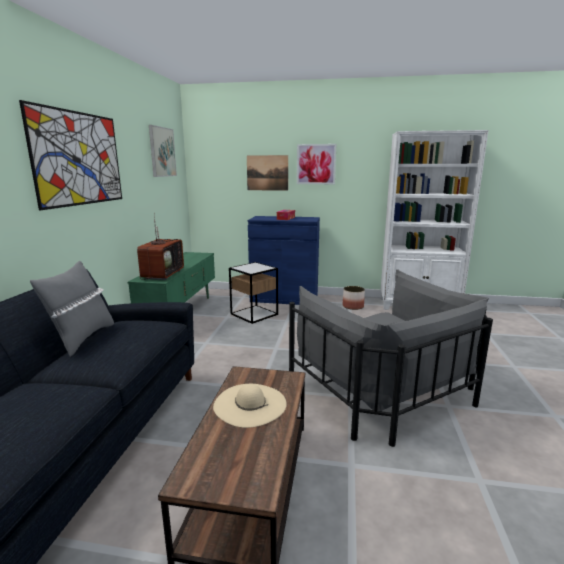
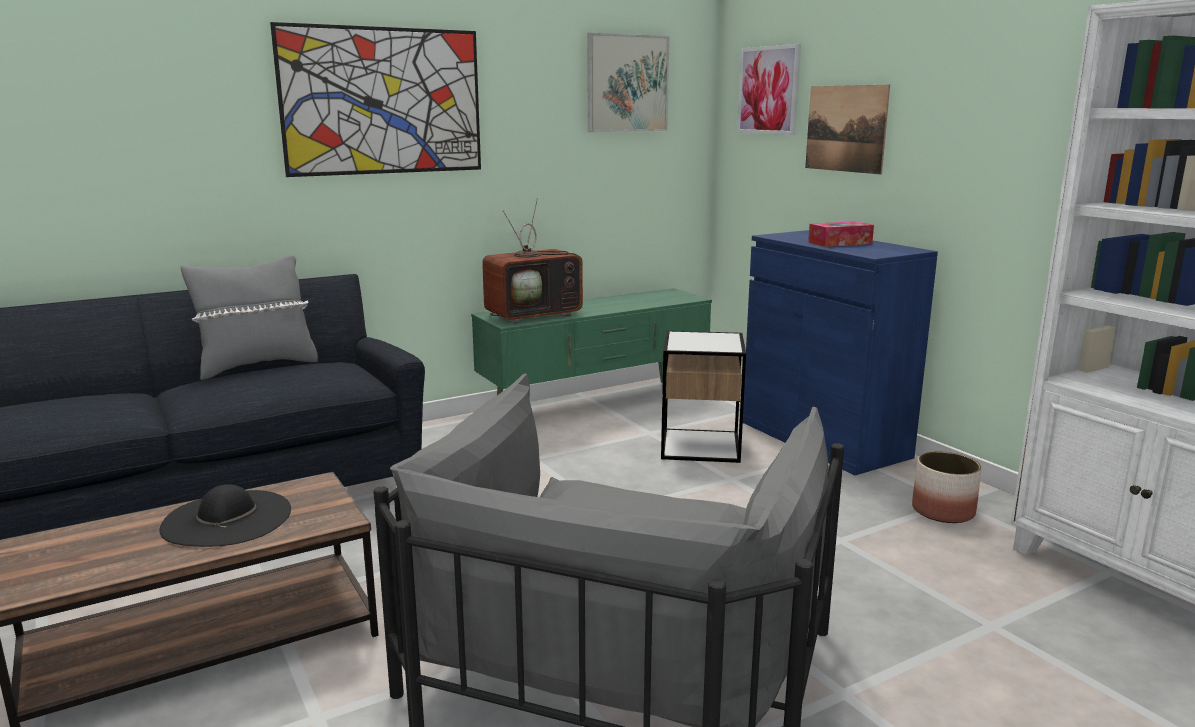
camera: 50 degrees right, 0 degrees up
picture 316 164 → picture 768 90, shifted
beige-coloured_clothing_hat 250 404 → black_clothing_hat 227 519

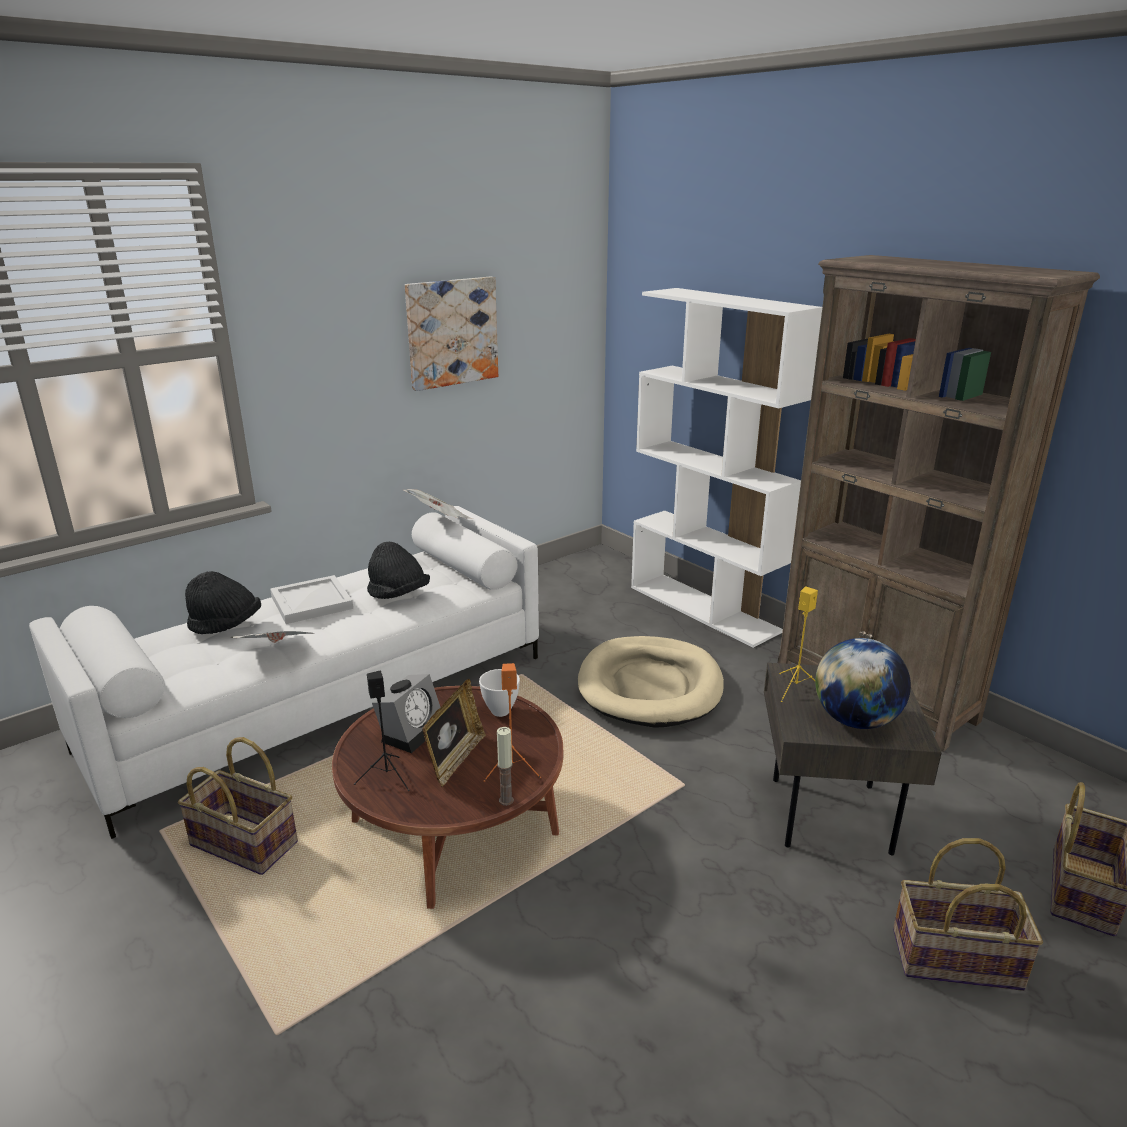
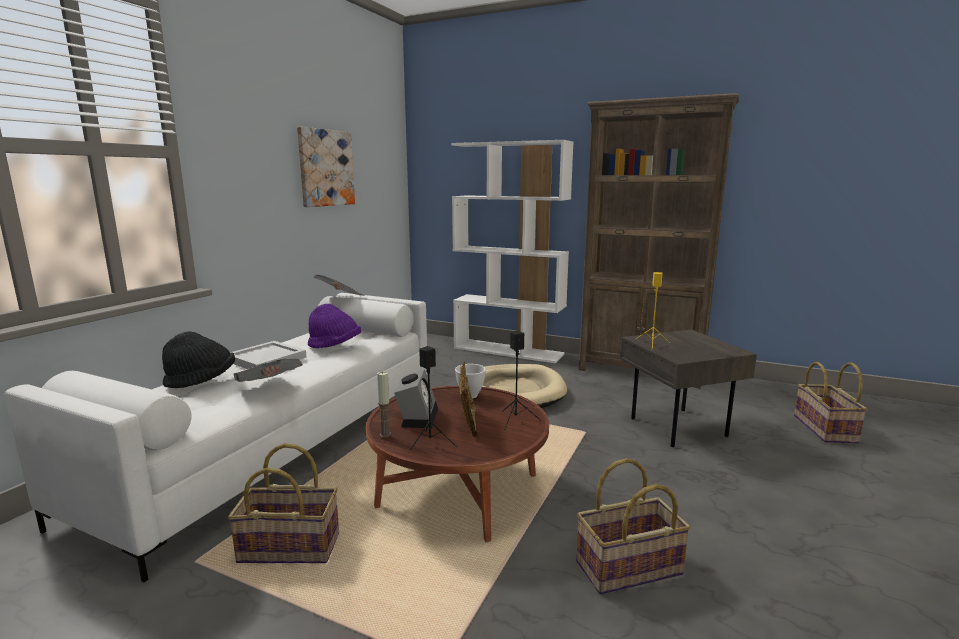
camera: 25 degrees left, 10 degrees down
black_clothing_hat 398 595 → purple-coloured_clothing_hat 335 346
world_globe 855 720 → -
orangey_speaker 512 769 → black_speaker 516 419
wax_light 506 800 → wax_light 385 434, shifted
basket 956 960 → basket 629 569, shifted

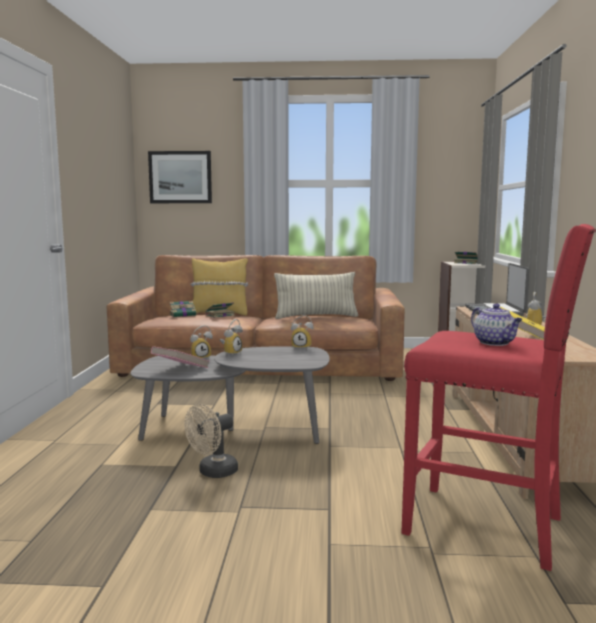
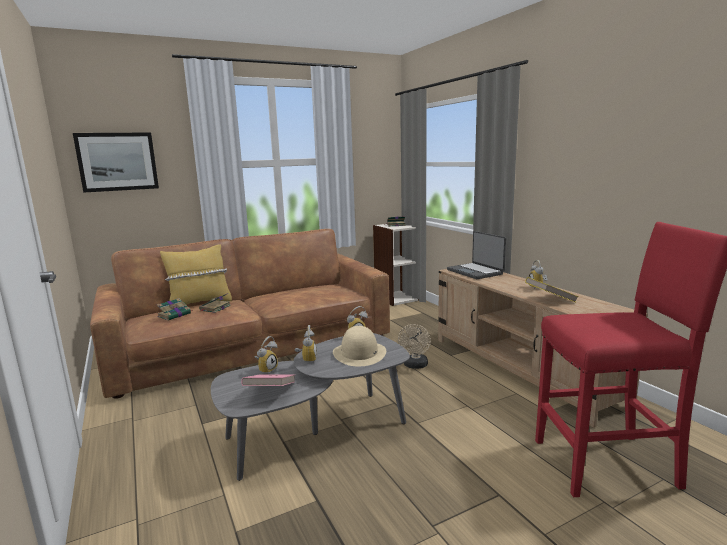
camera: 30 degrees left, 5 degrees up
cushion 316 316 → -
teapot 495 343 → -
beige-coloured_cooling_fan 213 473 → beige-coloured_cooling_fan 415 366, shifted
- → beige-coloured_clothing_hat 359 353

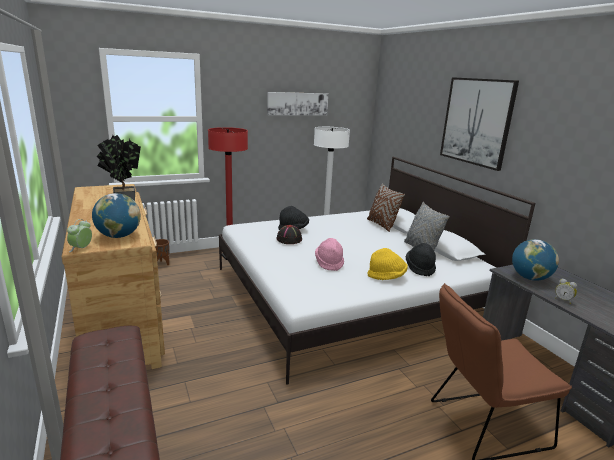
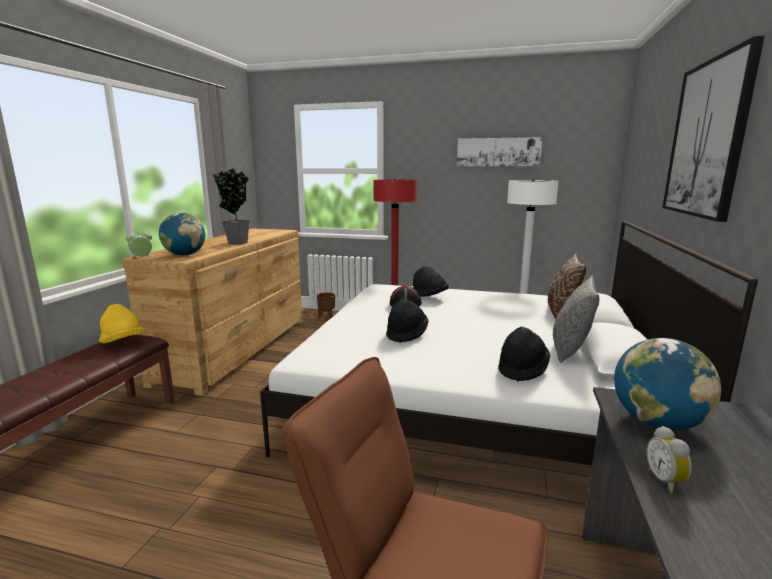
camera: 40 degrees right, 5 degrees down
pinkish_clothing_hat 329 263 → black_clothing_hat 406 334
yellowish_clothing_hat 386 276 → yellowish_clothing_hat 123 342, shifted

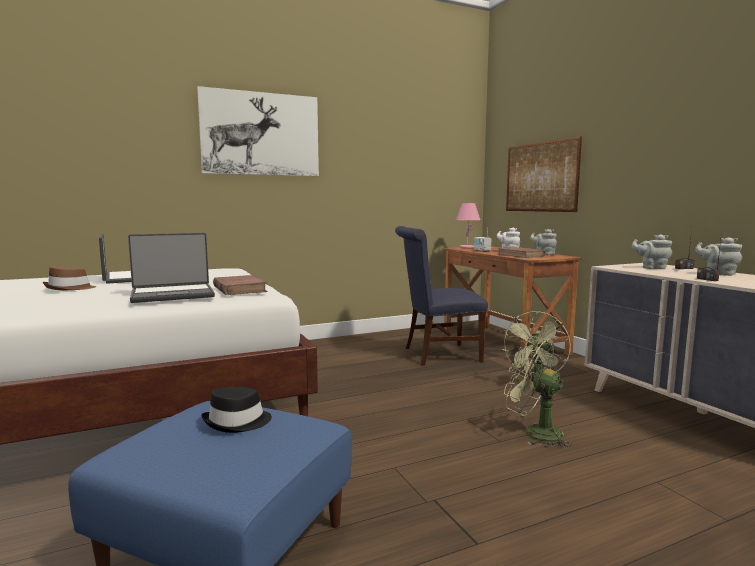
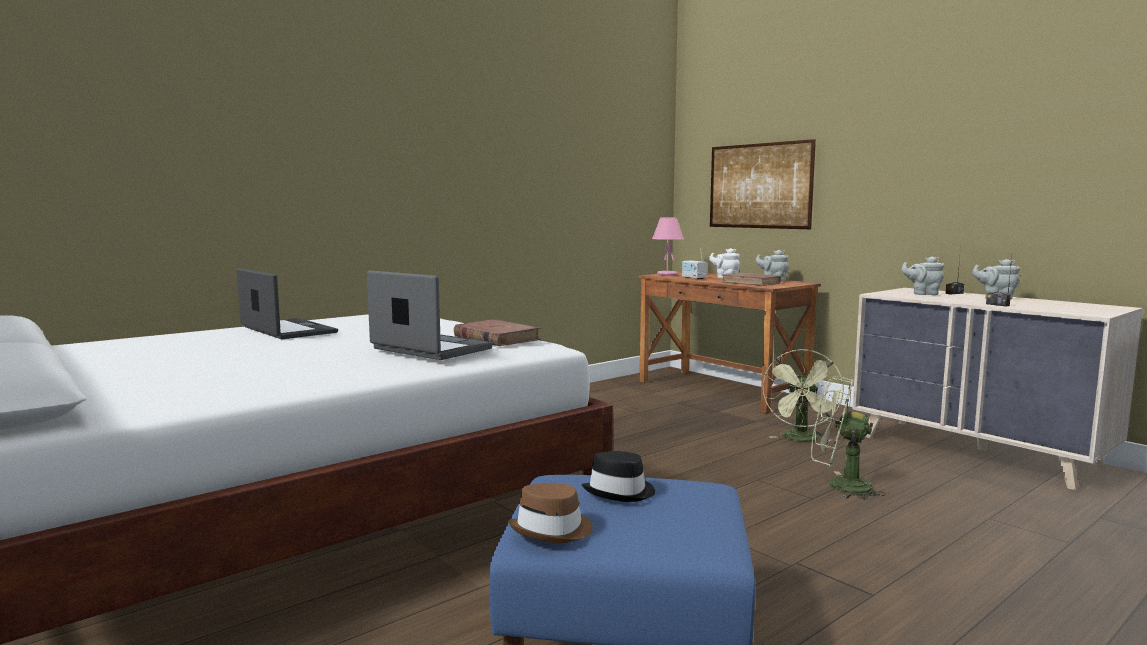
camera: 15 degrees left, 0 degrees up
picture 261 134 → -
blue-coloured_upright_chair 437 355 → -
portable_computer 173 295 → portable_computer 429 349, 105 degrees counterclockwise
brown_clothing_hat 69 288 → brown_clothing_hat 553 530, shifted

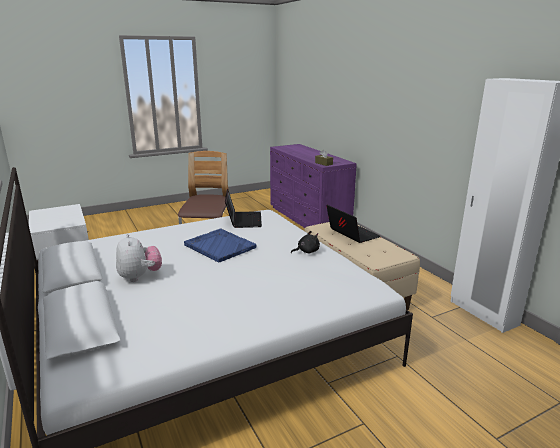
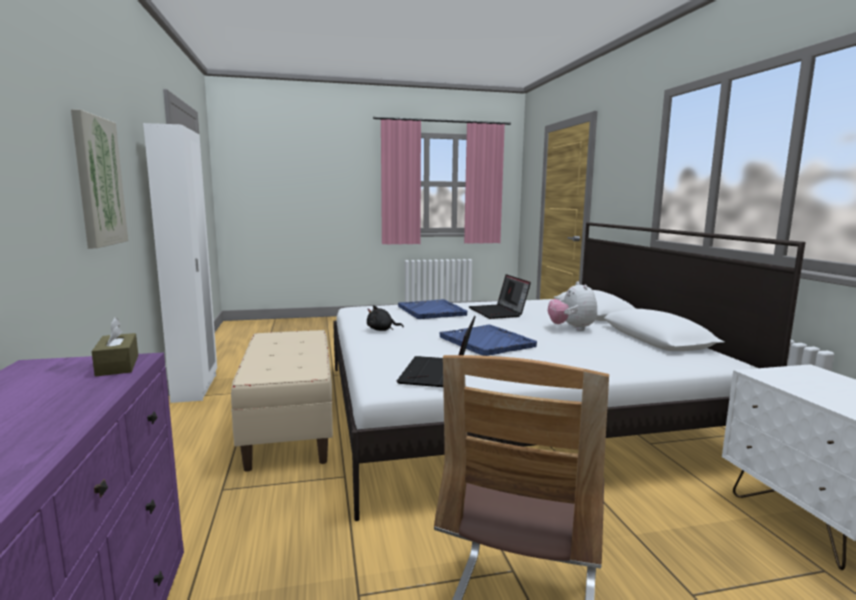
camera: 165 degrees left, 10 degrees down
portable_computer 351 234 → portable_computer 498 312, shifted
- → picture 98 181
- → blue-coloured_tray 431 311

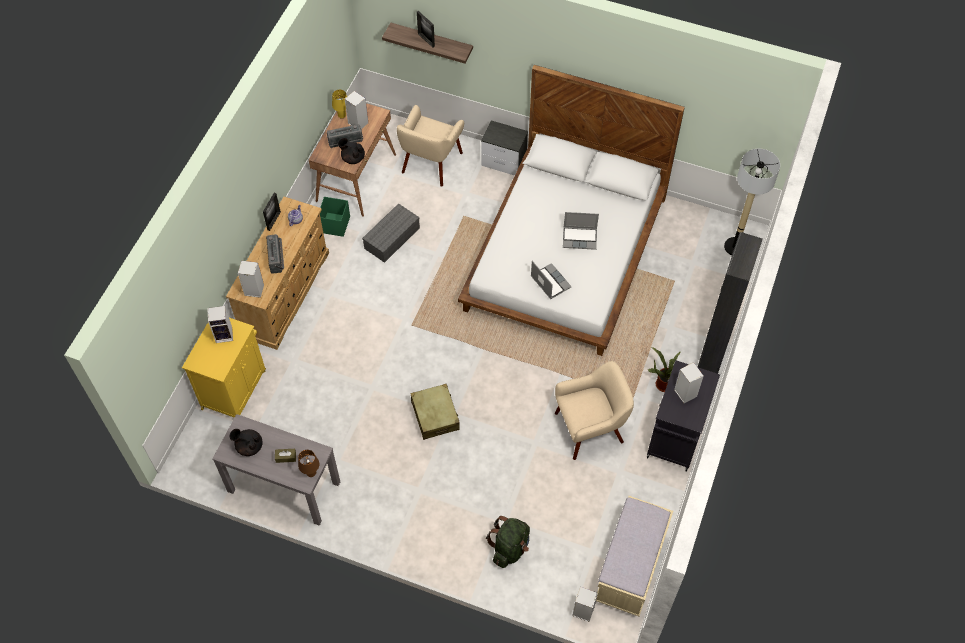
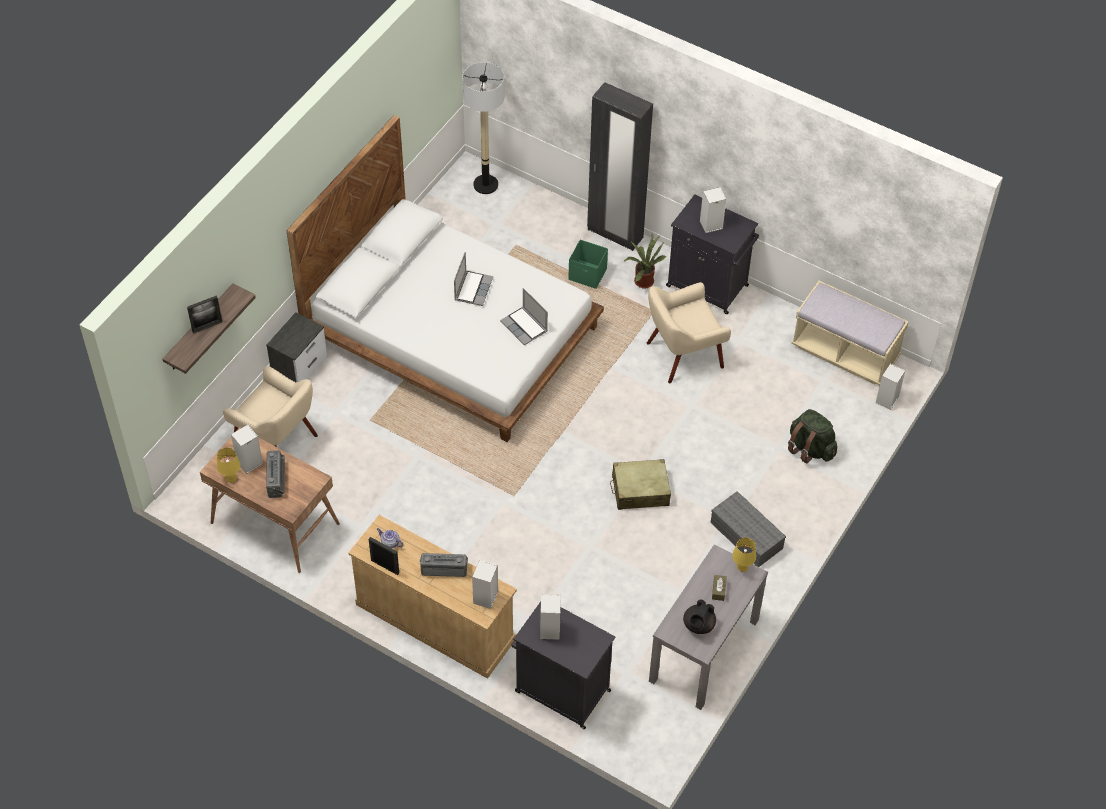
camera: 80 degrees left, 5 degrees down
black_teapot 353 158 → -
green-coloured_storage_box 334 225 → green-coloured_storage_box 588 275, shifted
gray_storage_box 392 239 → gray_storage_box 747 536, shifted
portable_computer 549 282 → portable_computer 525 327, 105 degrees counterclockwise
yellowish_storage_cabinet 234 388 → black_storage_cabinet 560 690
beige-coloured_lounge_chair 590 428 → beige-coloured_lounge_chair 683 354, 105 degrees counterclockwise
brown_lamp_for_a_table 311 473 → yellowish_lamp_for_a_table 742 568

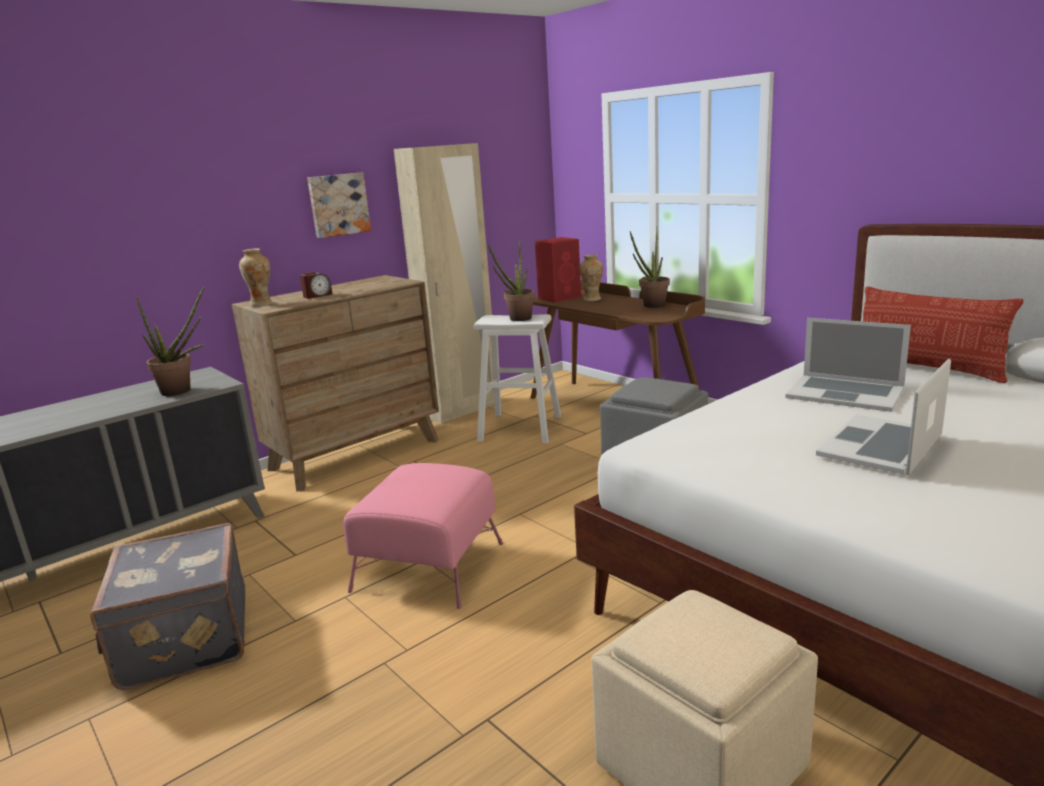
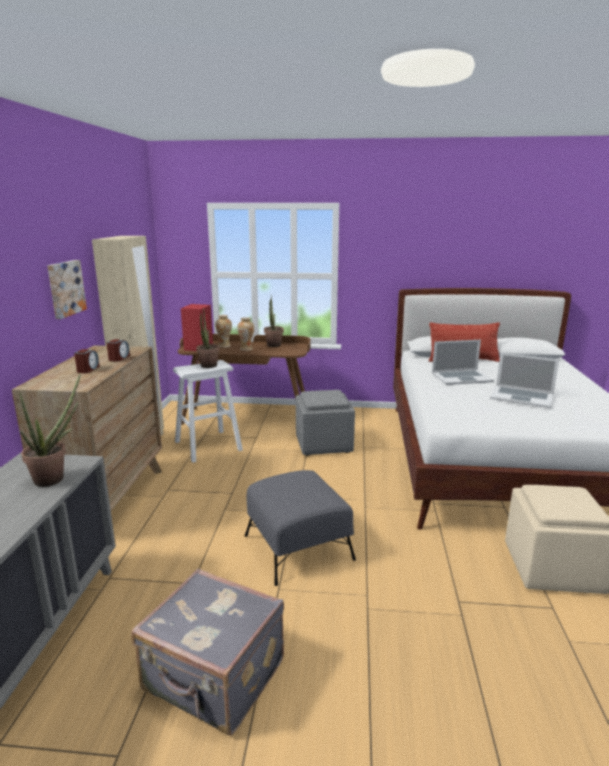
camera: 45 degrees left, 0 degrees up
vase 261 304 → vase 246 349, shifted
portable_computer 881 445 → portable_computer 522 396, 60 degrees counterclockwise
pinkish_pouffe 430 566 → gray_pouffe 298 546
- → alarm_clock 119 358

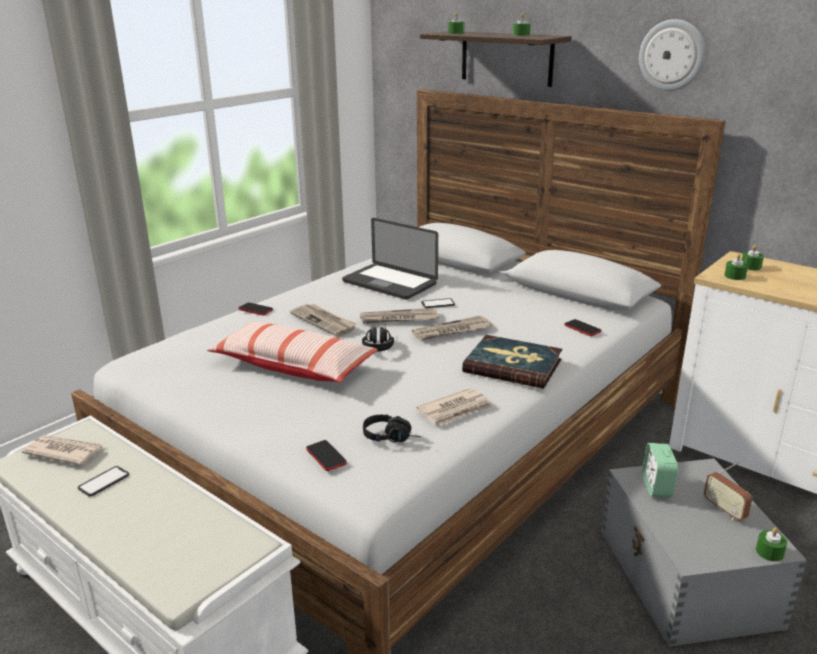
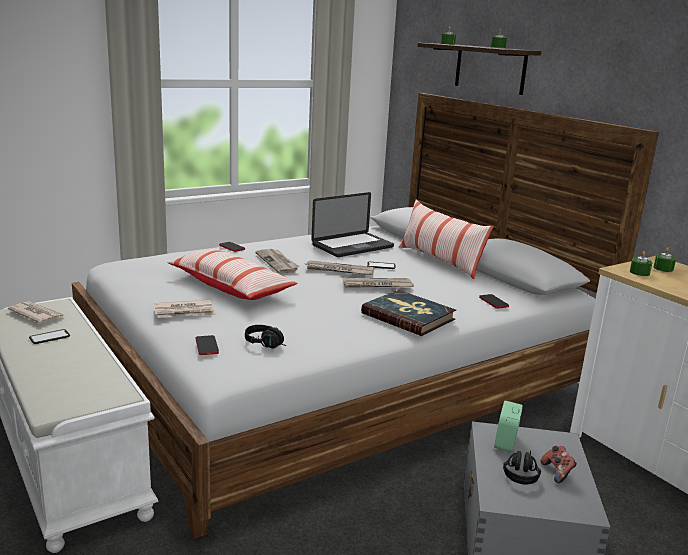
camera: 15 degrees right, 5 degrees down
clock_on_the_wall 672 55 → -
portable_computer 389 283 → portable_computer 352 246, 90 degrees counterclockwise
black_pair_of_headphones 378 344 → black_pair_of_headphones 520 472, shifted
newspaper 456 410 → newspaper 184 312, shifted
radio_set 724 510 → gamepad 557 473
green-coloured_wax_light 769 552 → -
- → cushion 440 261

